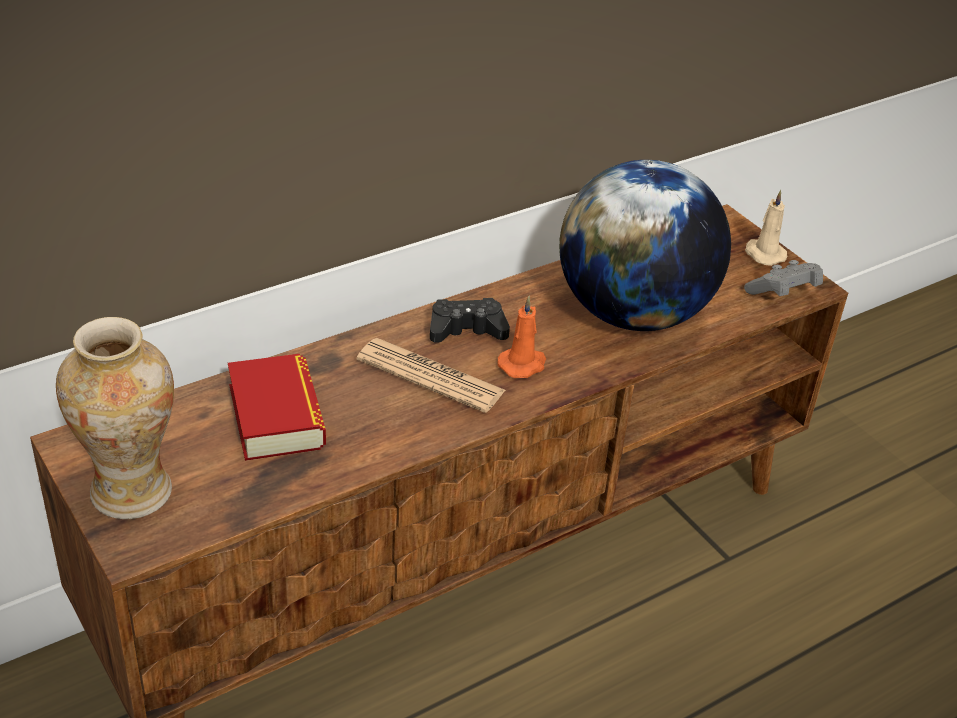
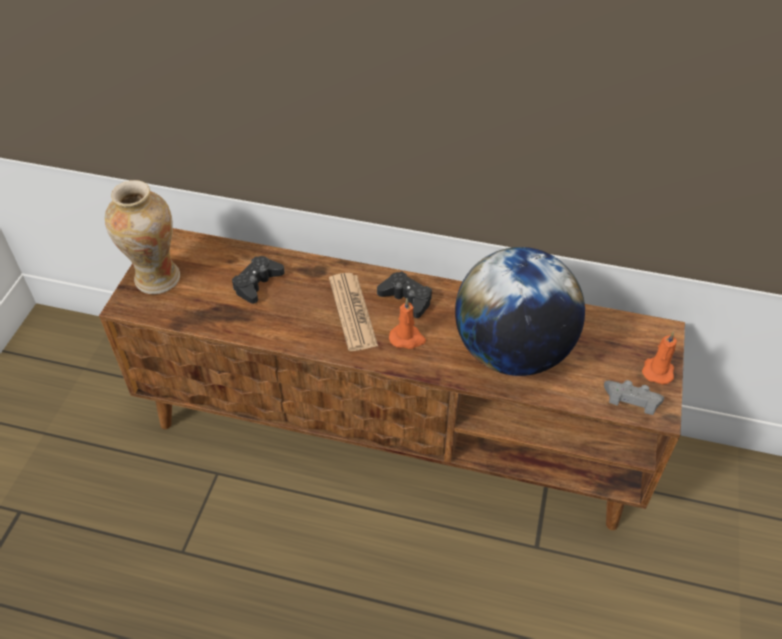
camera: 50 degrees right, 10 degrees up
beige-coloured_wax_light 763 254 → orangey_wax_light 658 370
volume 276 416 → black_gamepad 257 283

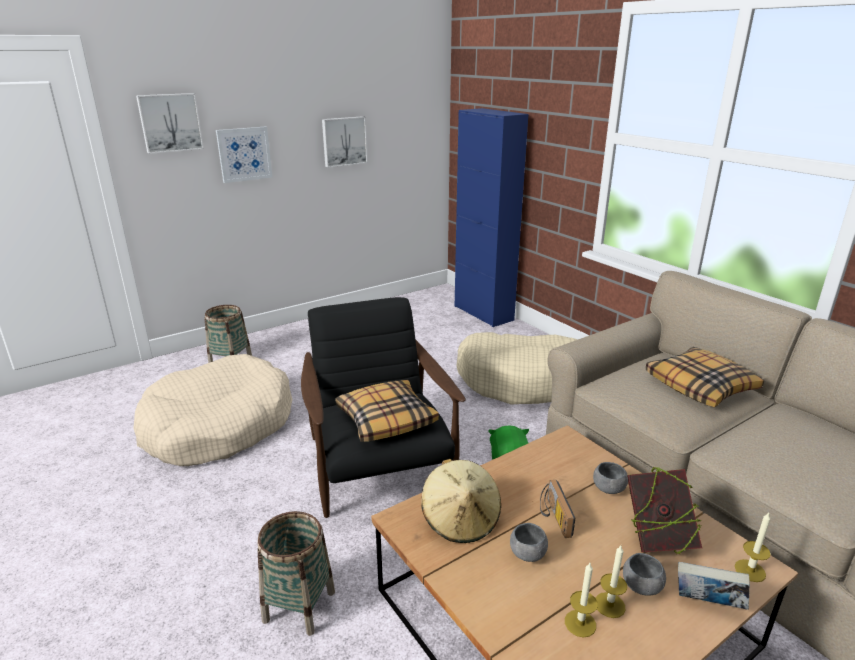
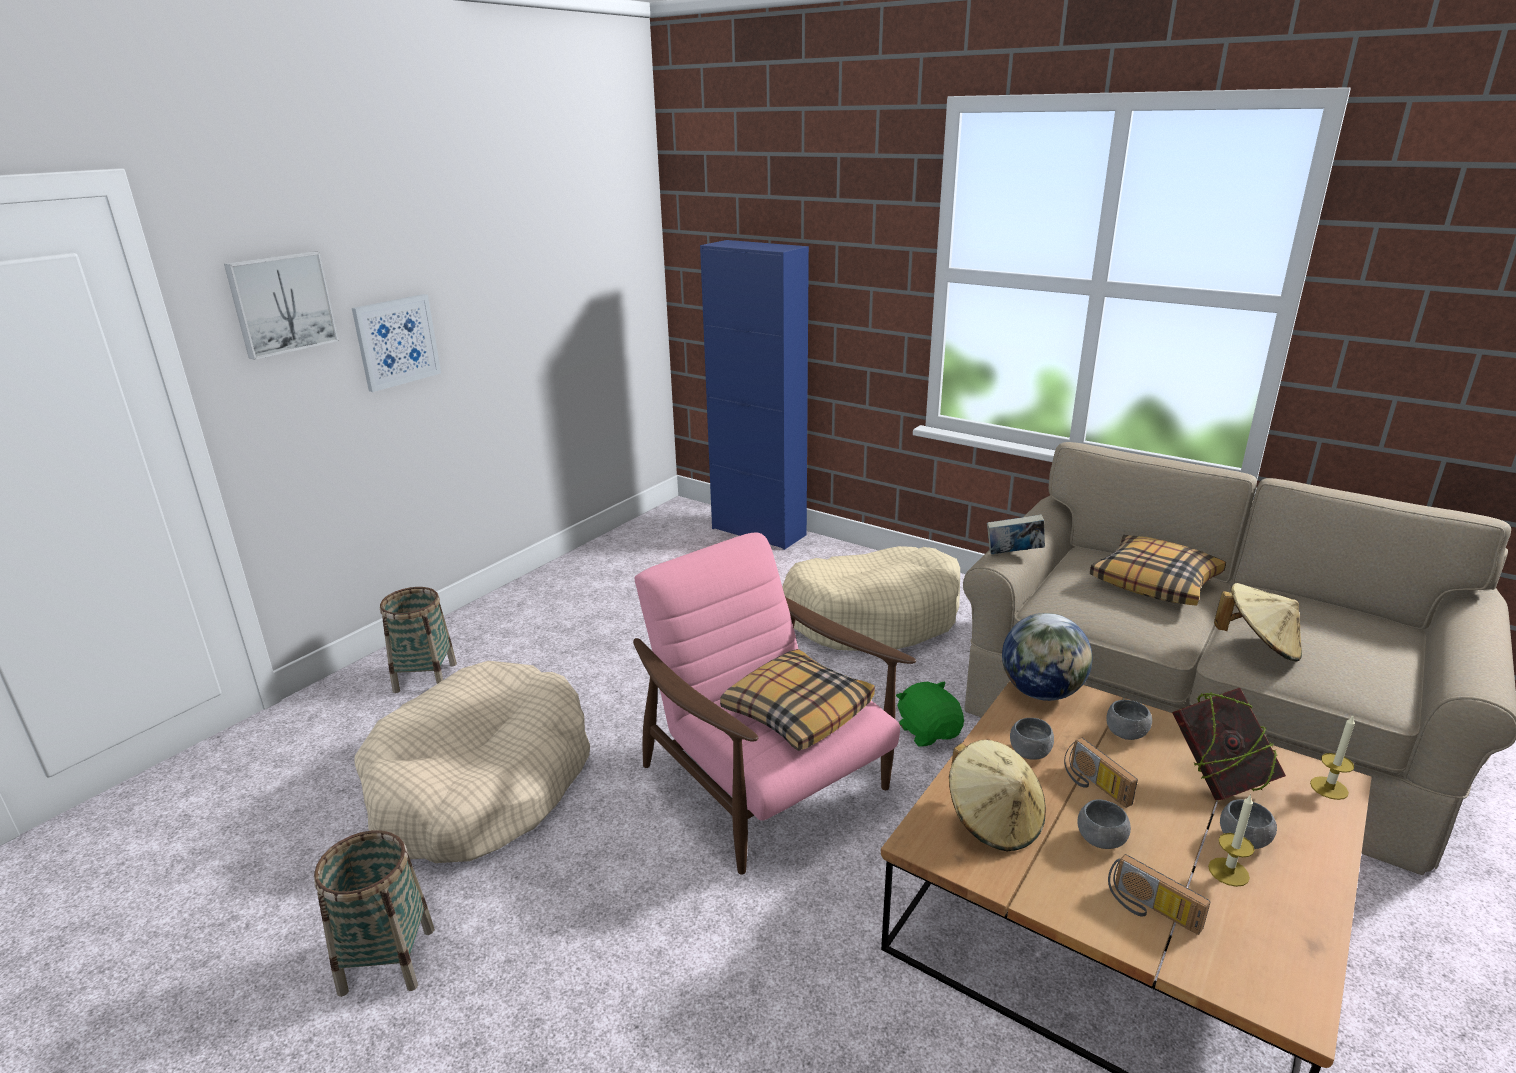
camera: 20 degrees left, 0 degrees up
picture 344 141 → -
black_lounge_chair 379 467 → pinkish_lounge_chair 767 783
basket 299 606 → basket 387 960, shifted
volume 707 604 → volume 1013 554, shifted
wax_light 580 623 → -
- → beige-coloured_clothing_hat 1258 646
- → world_globe 1041 692
- → gray_bowl 1029 752
- → radio_set 1150 910

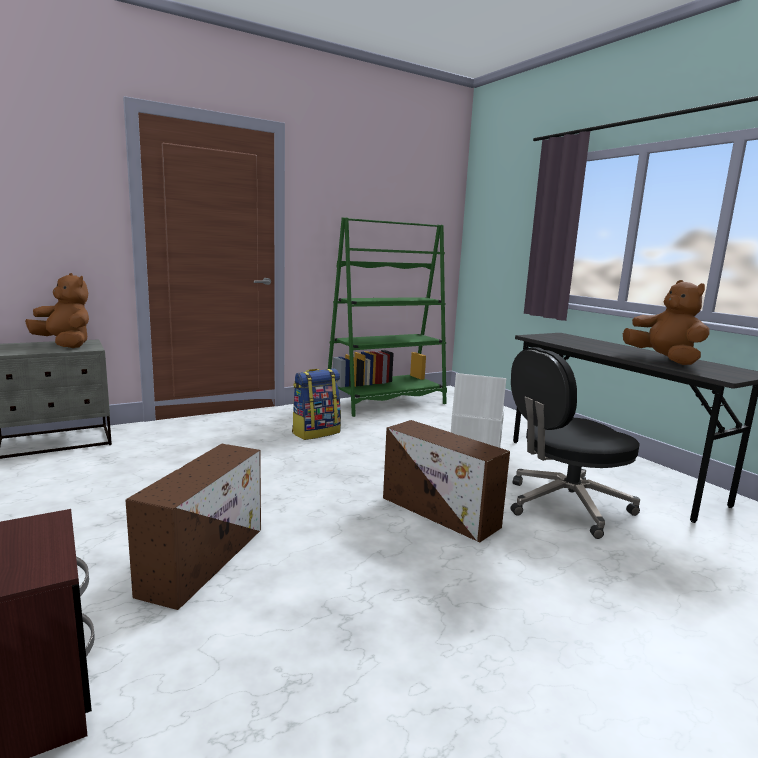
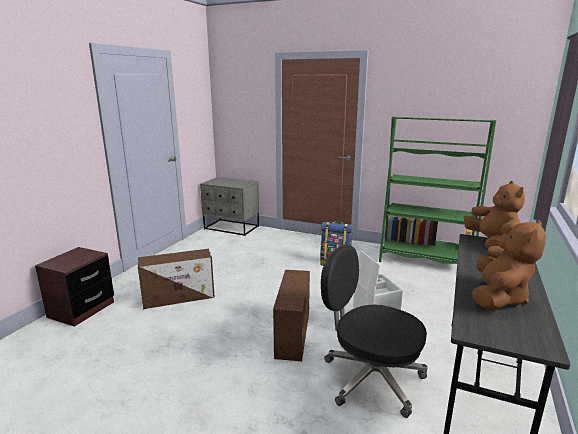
camera: 55 degrees right, 5 degrees up
brown_cuddly_toy 65 345 → brown_cuddly_toy 491 244, shifted

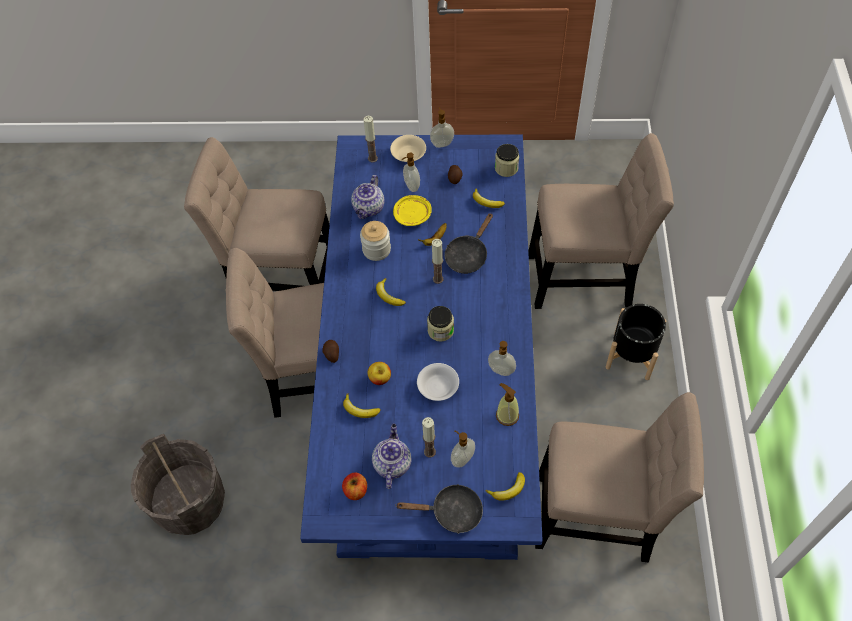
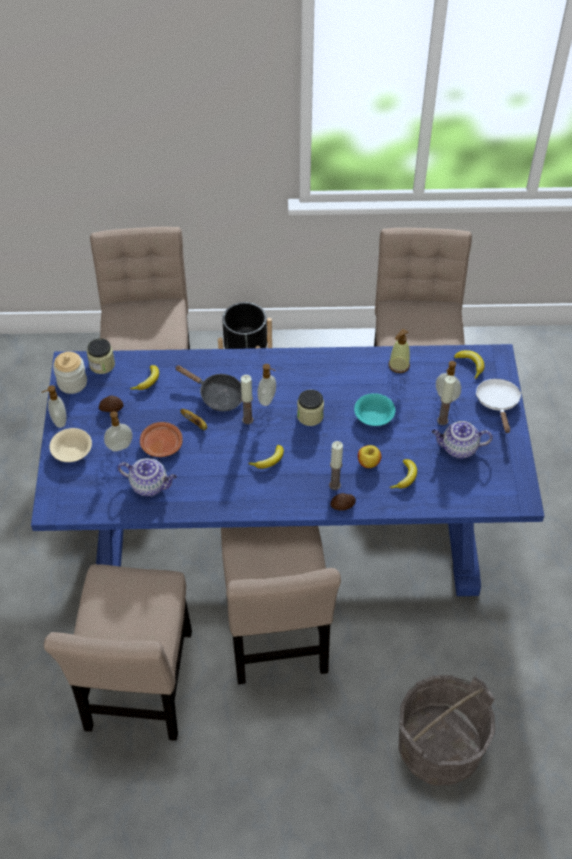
camera: 95 degrees left, 5 degrees down
wax_light 372 158 → wax_light 335 485, shifted
yellowish_dinner_plate 412 214 → brown_dinner_plate 161 444
preserve_jar 376 249 → preserve_jar 72 383, shifted
soap_bottle 501 371 → soap_bottle 267 399, shifted
white-coloured_bowl 438 387 → turquoise_bowl 374 416
whole_apple 355 490 → -
black_skillet 451 512 → white-coloured_skillet 498 403

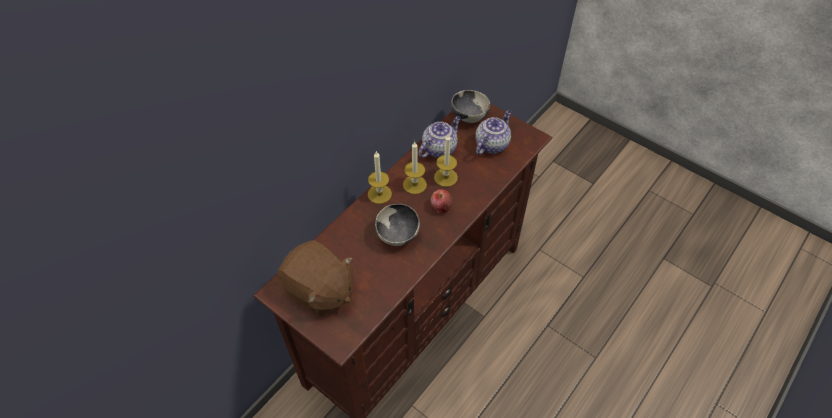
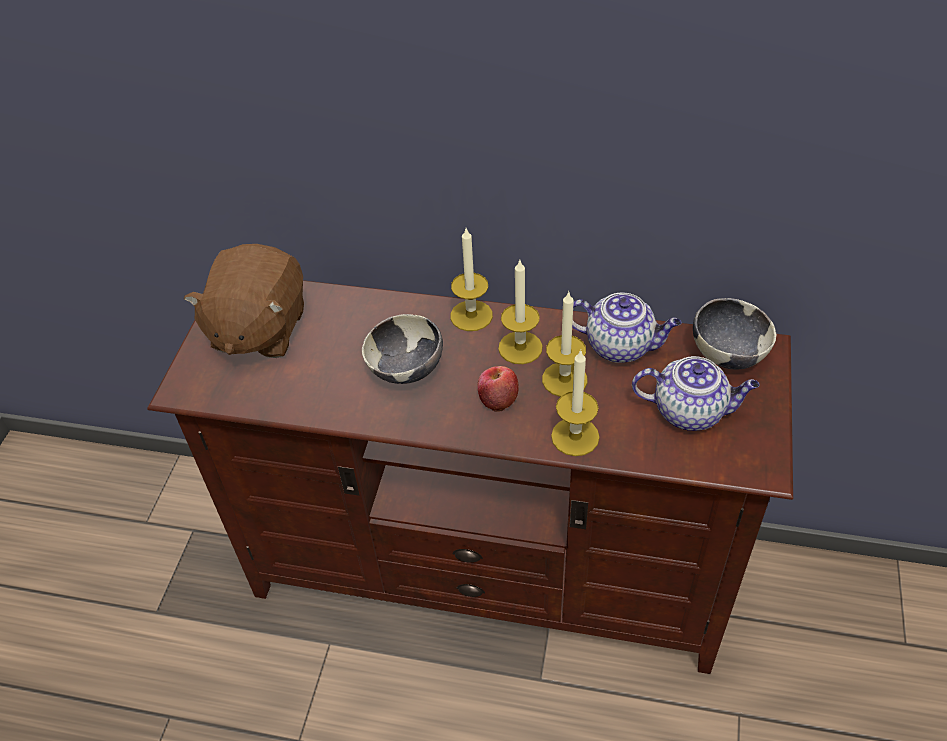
camera: 65 degrees right, 5 degrees down
- → wax_light 575 436

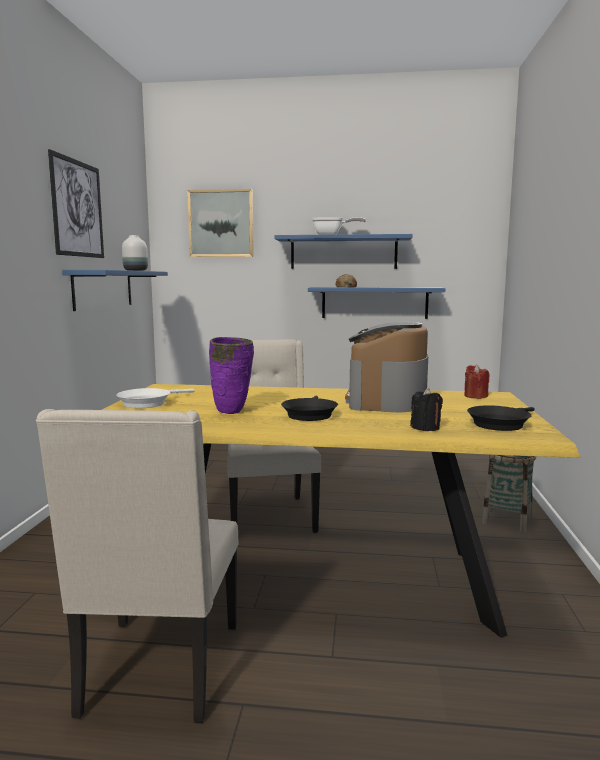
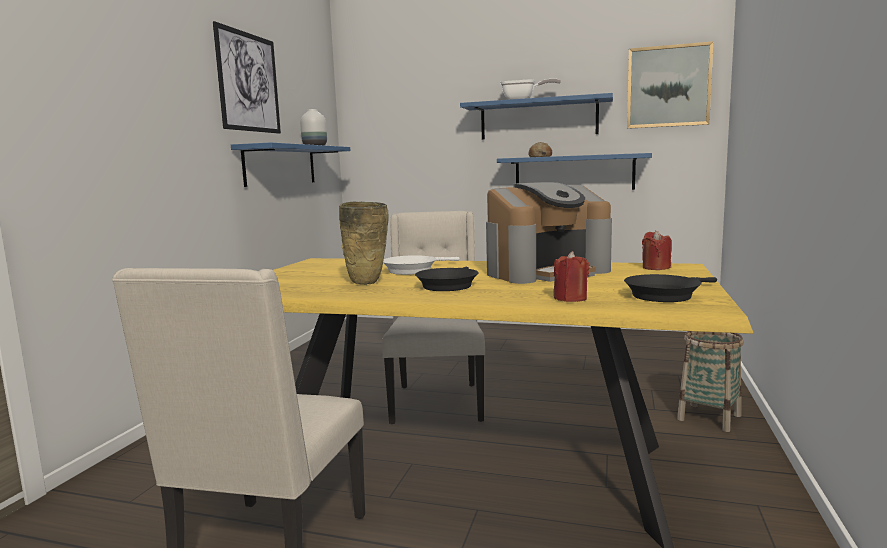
camera: 10 degrees right, 0 degrees up
picture 221 223 → picture 668 86, shifted
coffee_machine 386 400 → coffee_machine 546 272, 135 degrees counterclockwise
purple-coloured_vase 232 412 → beige-coloured_vase 366 283
white-coloured_skillet 148 403 → white-coloured_skillet 413 270, shifted
black_wax_light 425 428 → reddish_wax_light 570 298

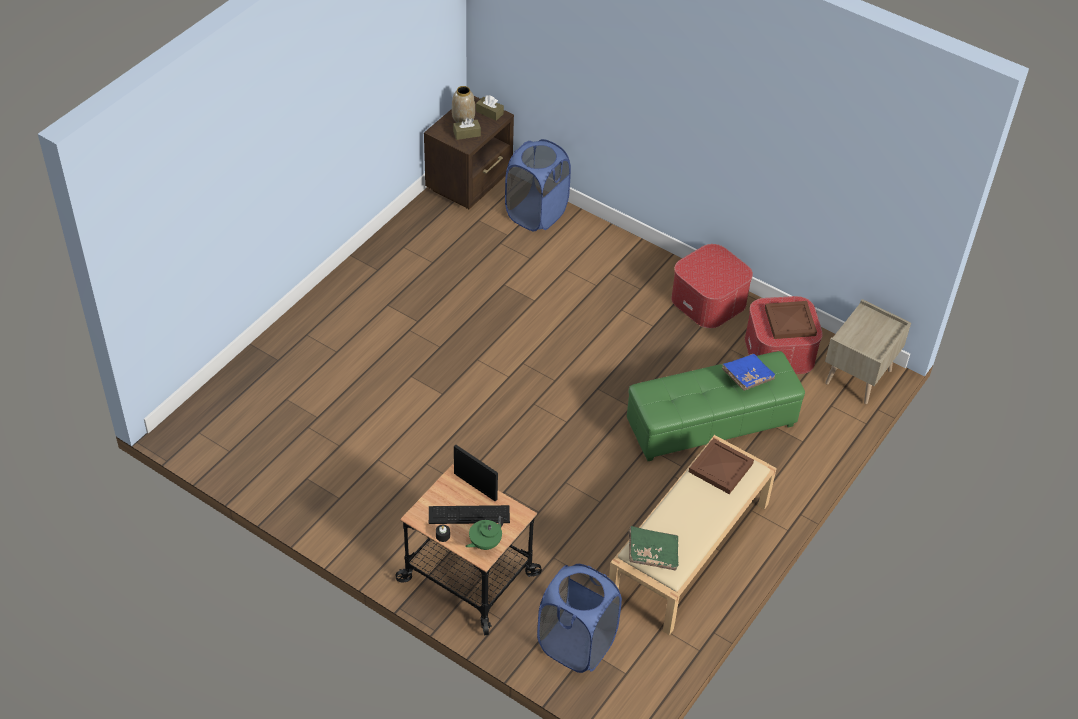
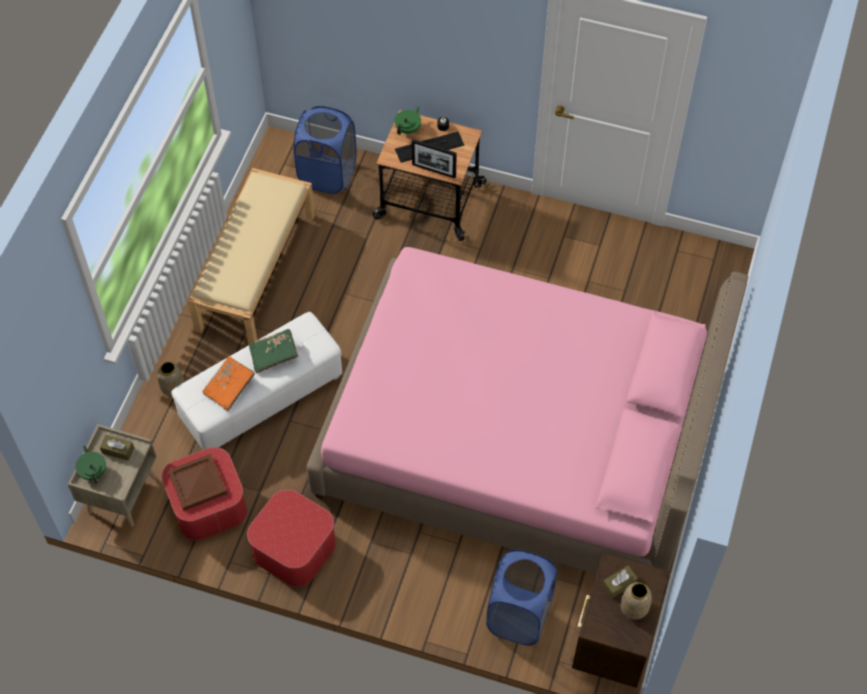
camera: 165 degrees right, 10 degrees up
brown_box_of_tissues 489 112 → brown_box_of_tissues 118 450, shifted
green-coloured_pouffe 710 425 → white-coloured_pouffe 261 396
blue-coloured_volume 747 377 → orangey_volume 229 387
brown_tray 720 467 → -
green-coloured_volume 652 554 → green-coloured_volume 274 355, shifted
- → pinkish_sleeping_bed 518 439
- → vase 172 388
- → green-coloured_teapot 93 471

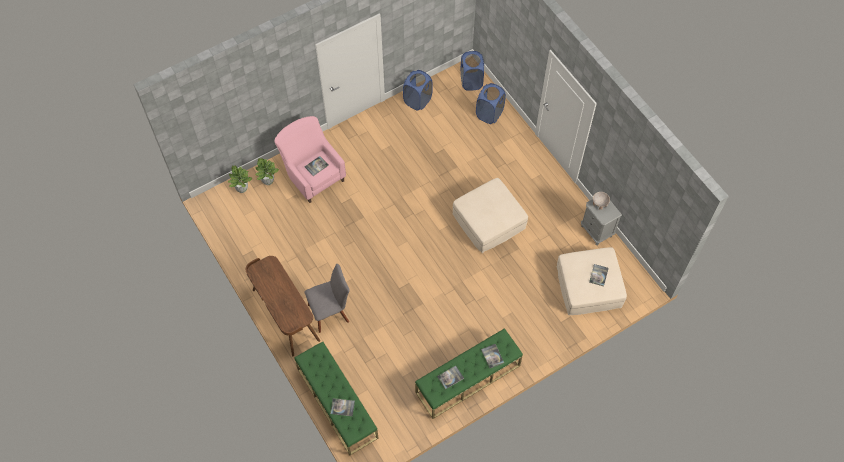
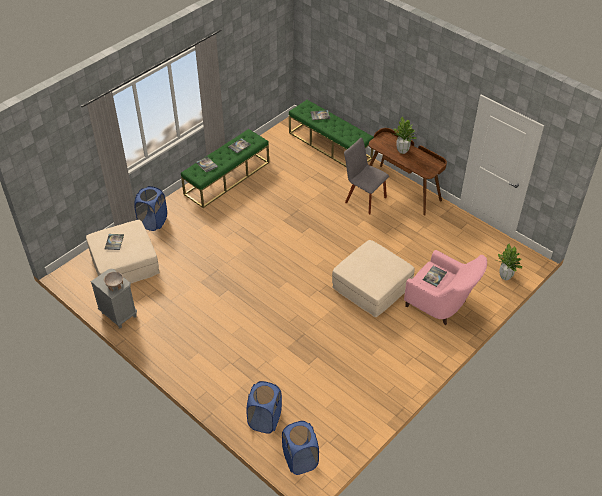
camera: 165 degrees right, 15 degrees down
blue-coloured_laundry_basket 417 100 → blue-coloured_laundry_basket 153 222, shifted
plant_in_a_pot 268 181 → plant_in_a_pot 402 150, shifted
beige-coloured_pouffe 488 221 → beige-coloured_pouffe 372 286, shifted
gray_upright_chair 330 312 → gray_upright_chair 364 198, 75 degrees clockwise

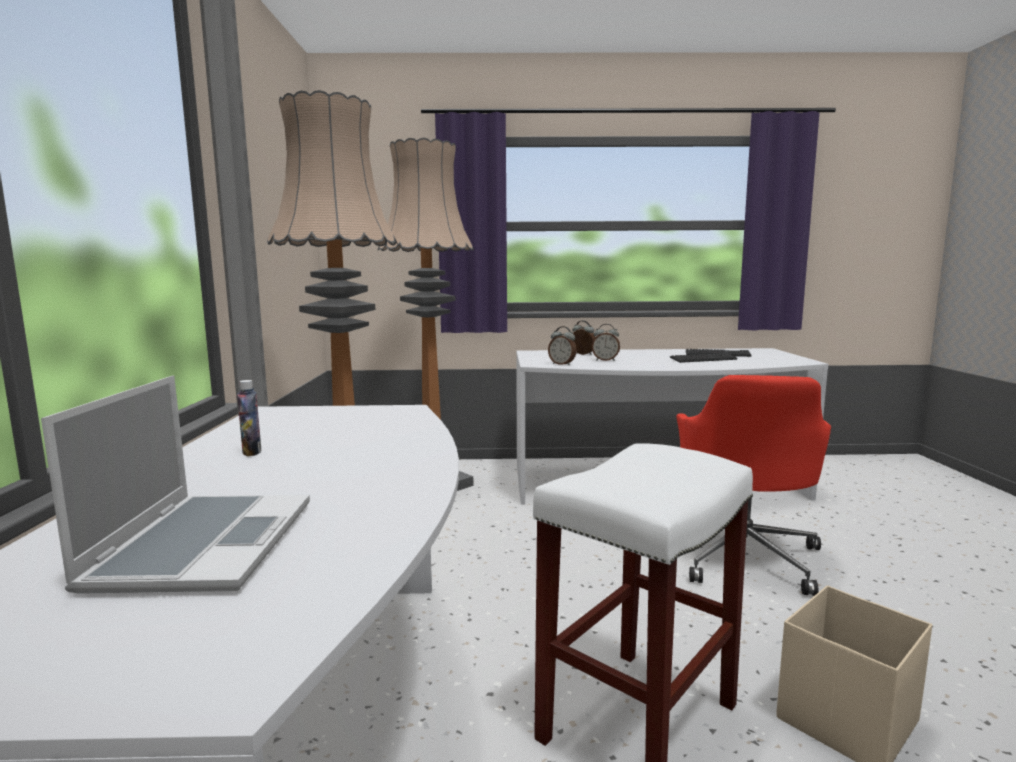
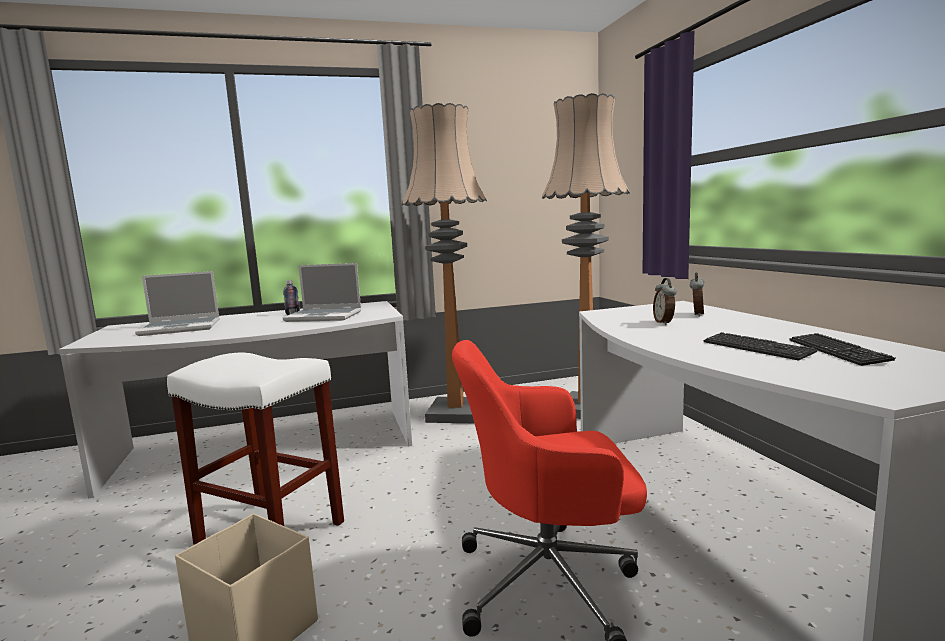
camera: 75 degrees right, 0 degrees up
alarm_clock 562 364 → -
- → portable_computer 325 316

